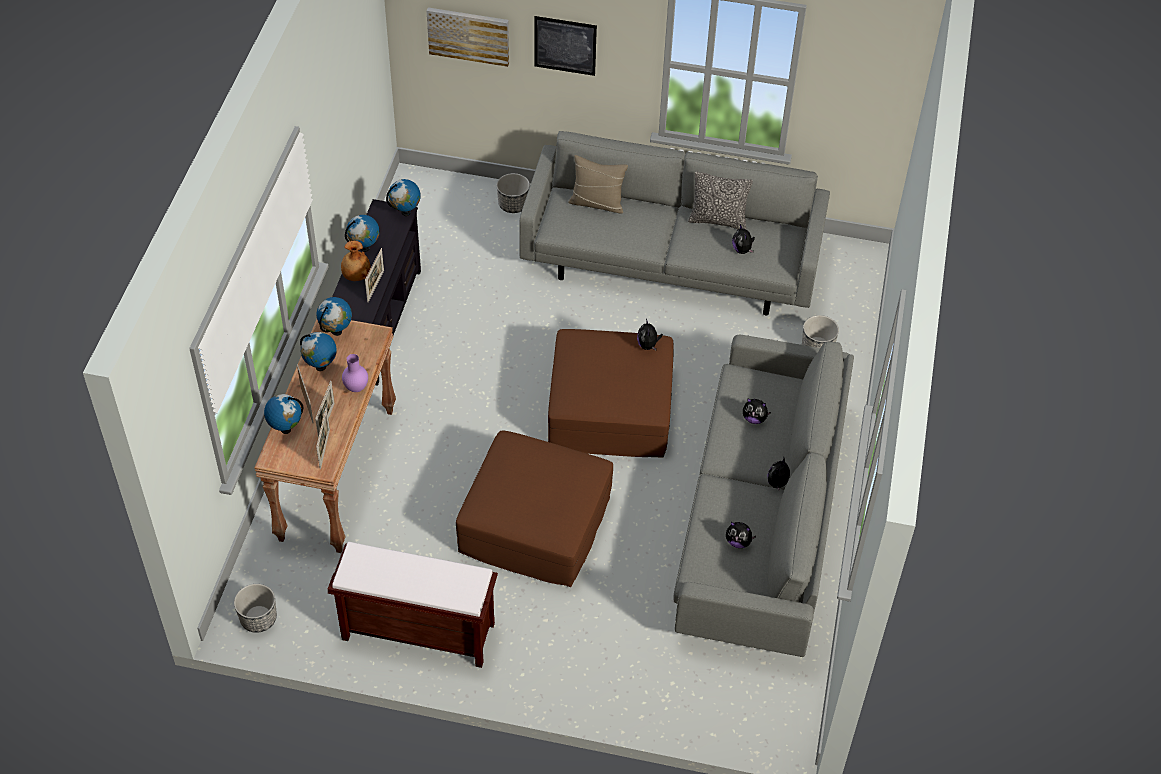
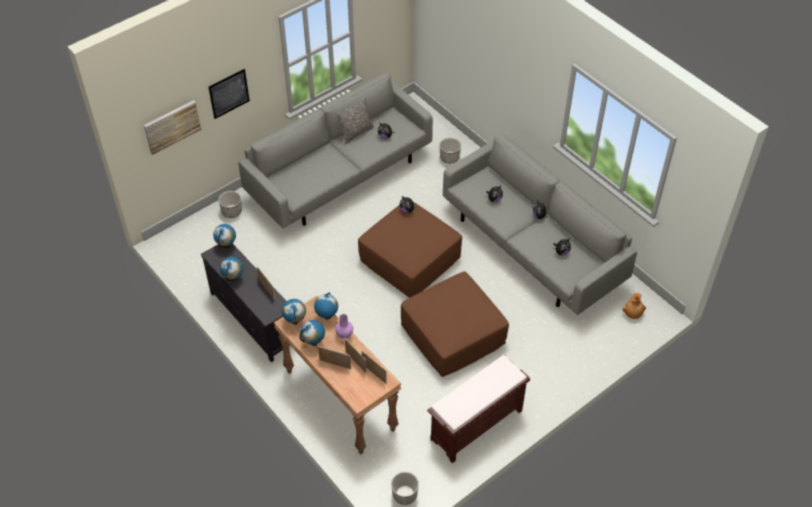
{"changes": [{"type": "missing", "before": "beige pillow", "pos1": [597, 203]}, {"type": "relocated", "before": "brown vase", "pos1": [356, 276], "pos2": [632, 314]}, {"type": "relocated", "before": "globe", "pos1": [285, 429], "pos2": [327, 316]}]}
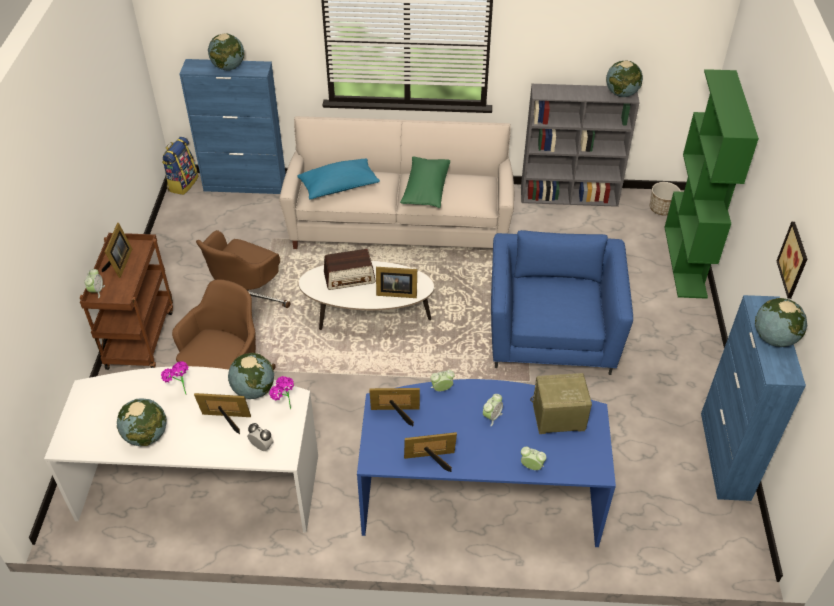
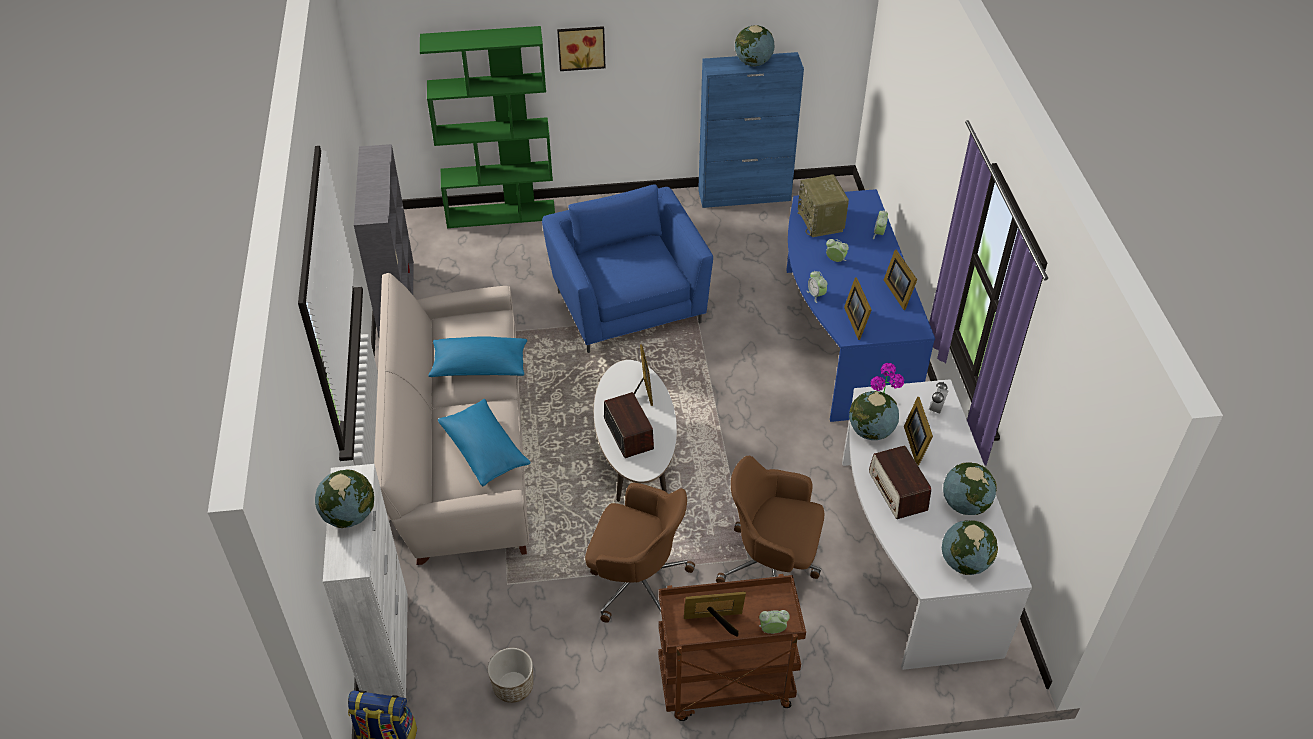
{"changes": [{"type": "colour", "before": "blue cabinet", "after": "white cabinet", "pos1": [245, 185], "pos2": [387, 648]}, {"type": "relocated", "before": "globe", "pos1": [621, 94], "pos2": [964, 562]}, {"type": "colour", "before": "green pillow", "after": "blue pillow", "pos1": [425, 190], "pos2": [479, 367]}, {"type": "relocated", "before": "planter", "pos1": [661, 209], "pos2": [513, 686]}, {"type": "relocated", "before": "picture", "pos1": [795, 260], "pos2": [581, 47]}, {"type": "spun", "before": "blue armchair", "pos1": [551, 334], "pos2": [627, 304], "turn": 75}, {"type": "exchanged", "before": "potted plant", "after": "radio", "pos1": [181, 392], "pos2": [897, 491]}]}
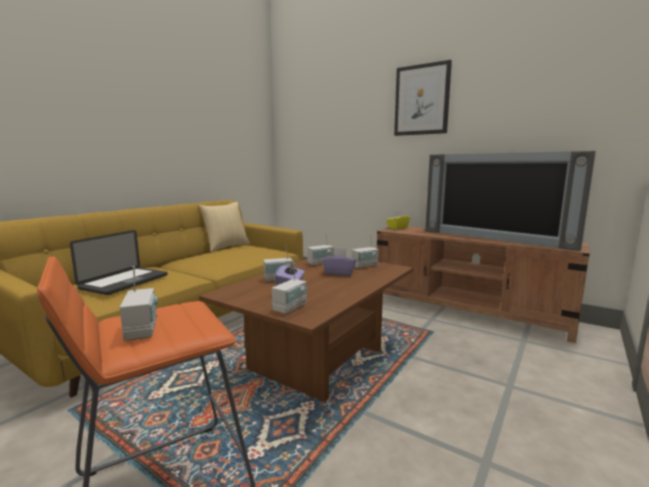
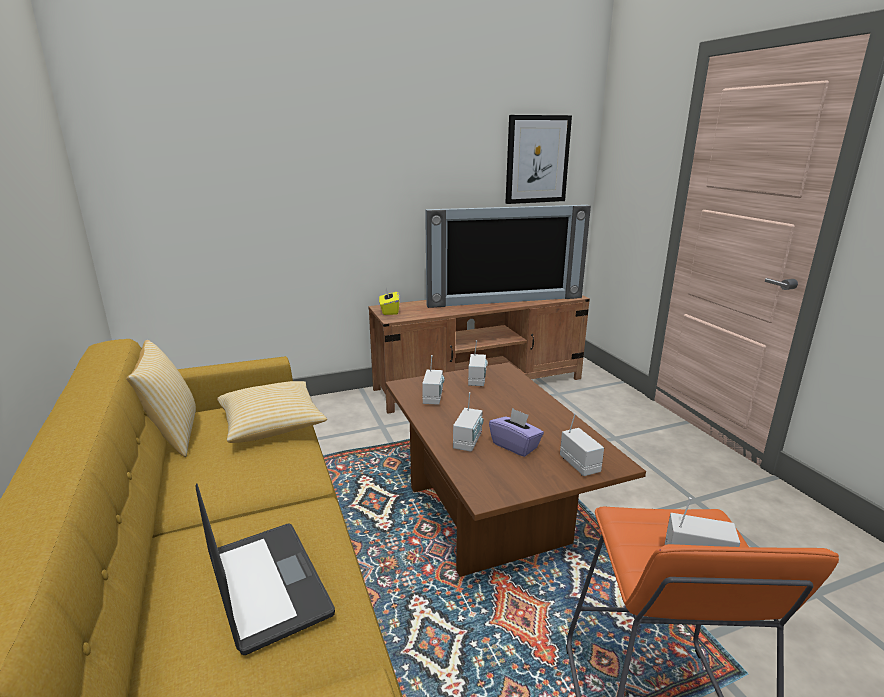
{"changes": [{"type": "relocated", "before": "picture", "pos1": [421, 100], "pos2": [537, 159]}, {"type": "missing", "before": "purple tissue box", "pos1": [339, 273]}, {"type": "appeared", "after": "pillow", "pos2": [272, 425]}]}
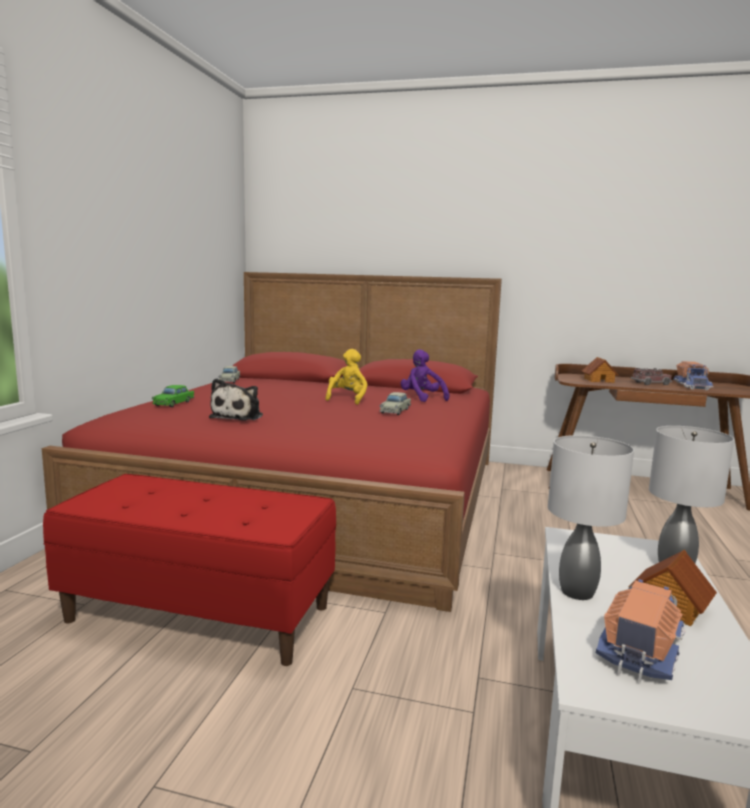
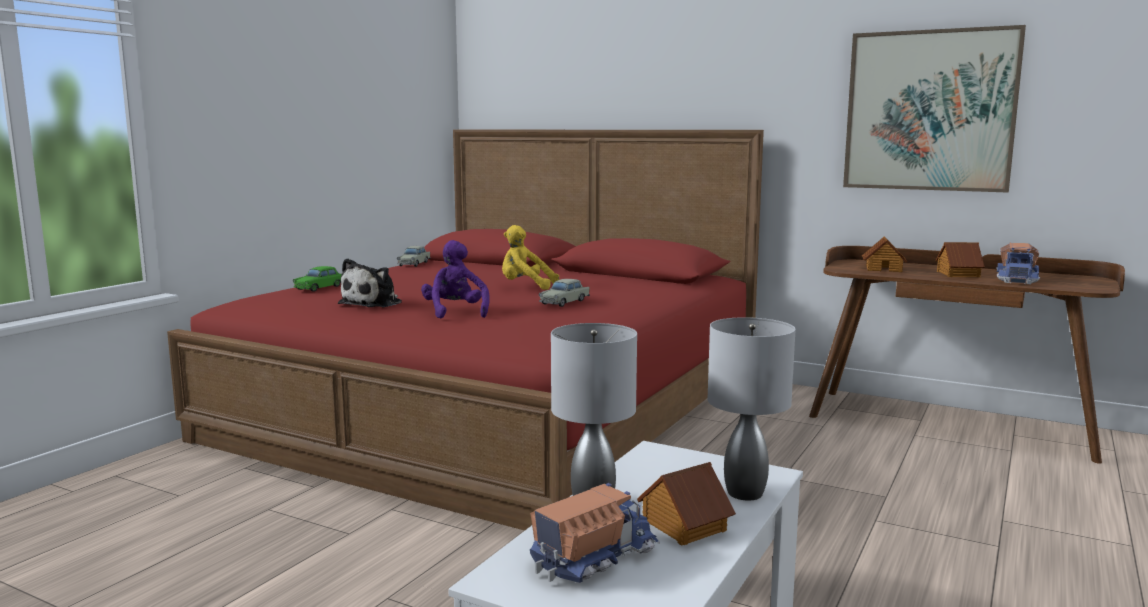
{"changes": [{"type": "spun", "before": "yellow plush toy", "pos1": [347, 399], "pos2": [525, 287], "turn": -105}, {"type": "relocated", "before": "purple plush toy", "pos1": [422, 398], "pos2": [455, 312]}, {"type": "exchanged", "before": "toy truck", "after": "toy house", "pos1": [651, 383], "pos2": [957, 274]}, {"type": "missing", "before": "red bench", "pos1": [200, 613]}, {"type": "appeared", "after": "picture", "pos2": [929, 111]}]}
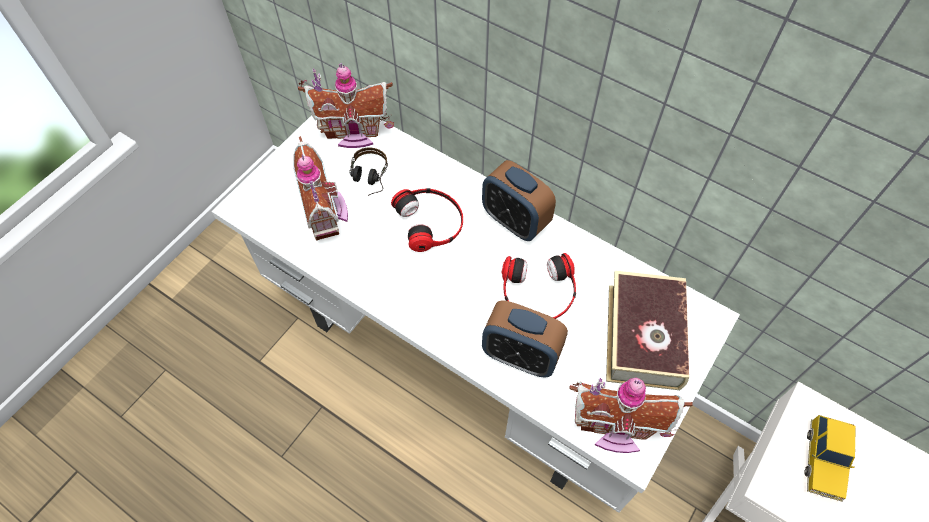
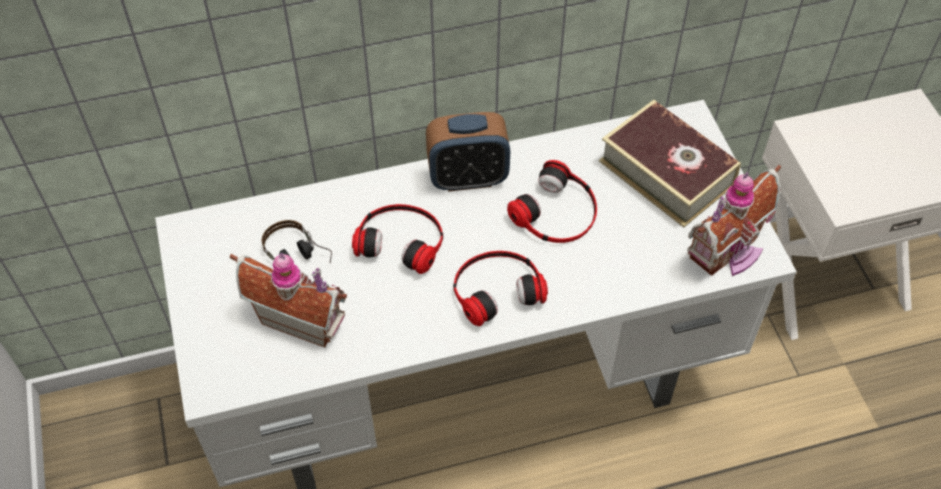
{"changes": [{"type": "missing", "before": "toy house", "pos1": [354, 133]}, {"type": "missing", "before": "alarm clock", "pos1": [520, 355]}, {"type": "missing", "before": "toy car", "pos1": [824, 460]}, {"type": "appeared", "after": "headphones", "pos2": [496, 288]}]}
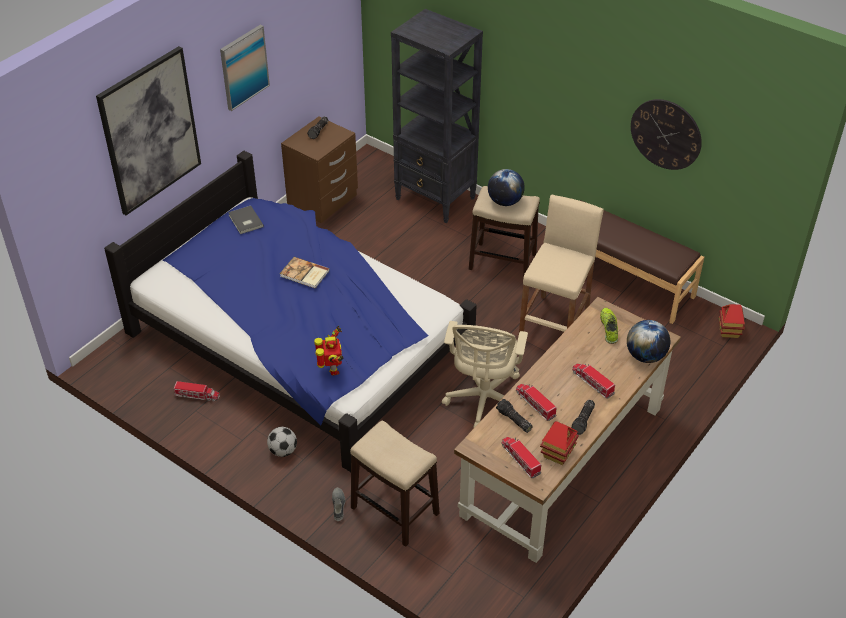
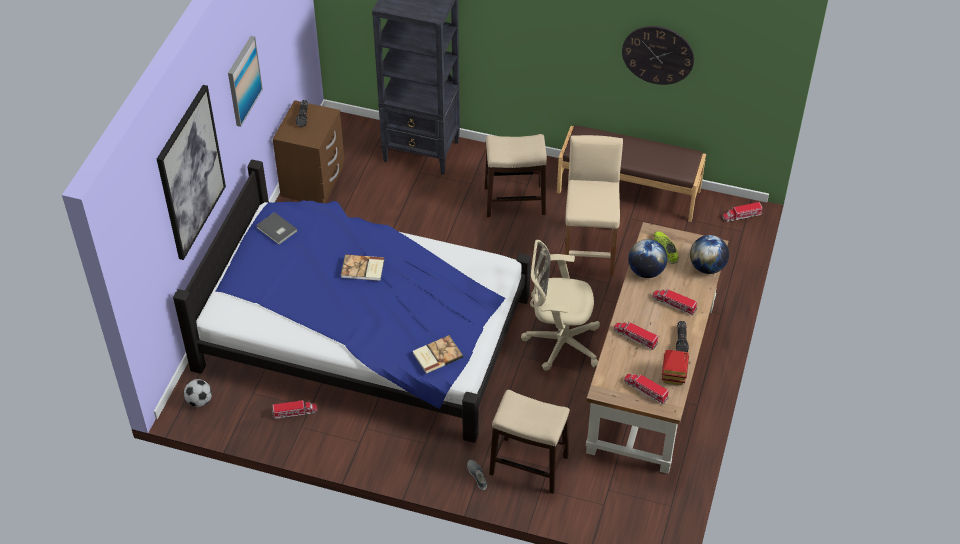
{"changes": [{"type": "relocated", "before": "globe", "pos1": [505, 202], "pos2": [646, 271]}, {"type": "exchanged", "before": "toy house", "after": "toy truck", "pos1": [729, 331], "pos2": [742, 215]}, {"type": "spun", "before": "beige office chair", "pos1": [483, 401], "pos2": [559, 342], "turn": 105}, {"type": "exchanged", "before": "toy robot", "after": "book", "pos1": [332, 370], "pos2": [436, 355]}, {"type": "missing", "before": "flashlight", "pos1": [513, 420]}, {"type": "relocated", "before": "football", "pos1": [283, 451], "pos2": [199, 401]}]}
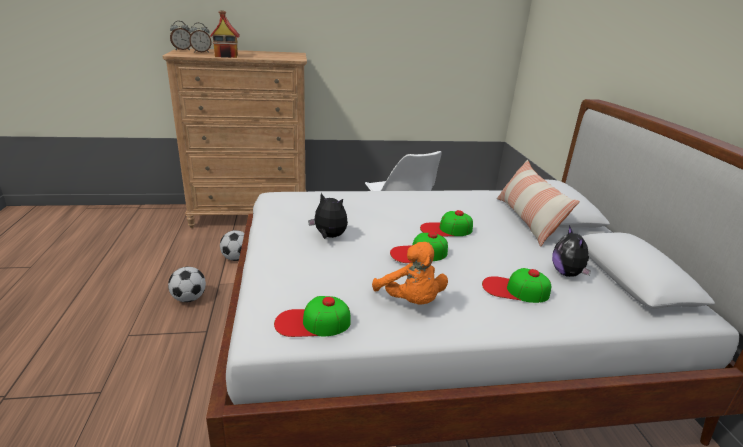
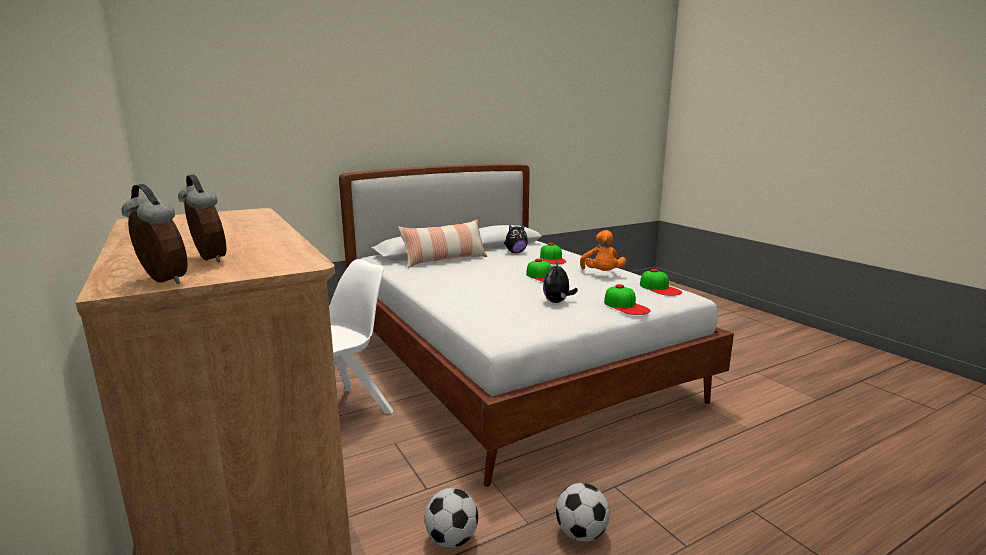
{"changes": [{"type": "missing", "before": "toy house", "pos1": [227, 55]}, {"type": "relocated", "before": "cap", "pos1": [446, 229], "pos2": [626, 306]}, {"type": "spun", "before": "orange plush toy", "pos1": [410, 301], "pos2": [602, 274], "turn": 135}]}
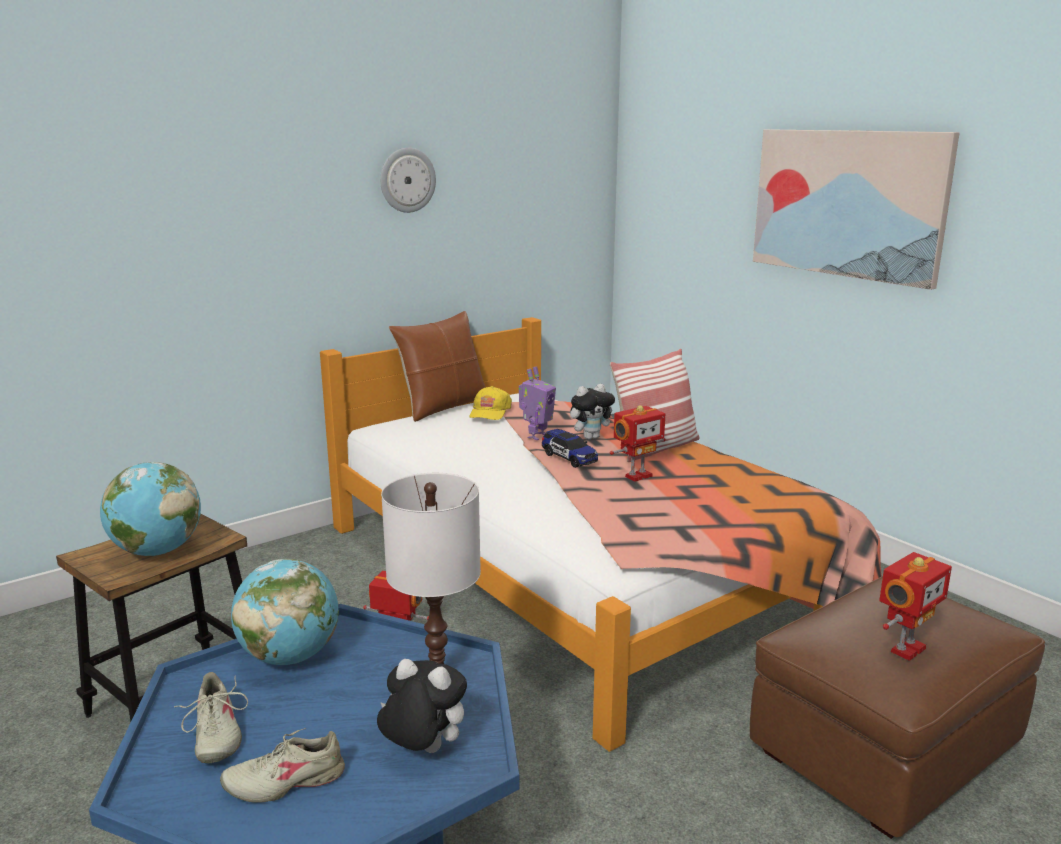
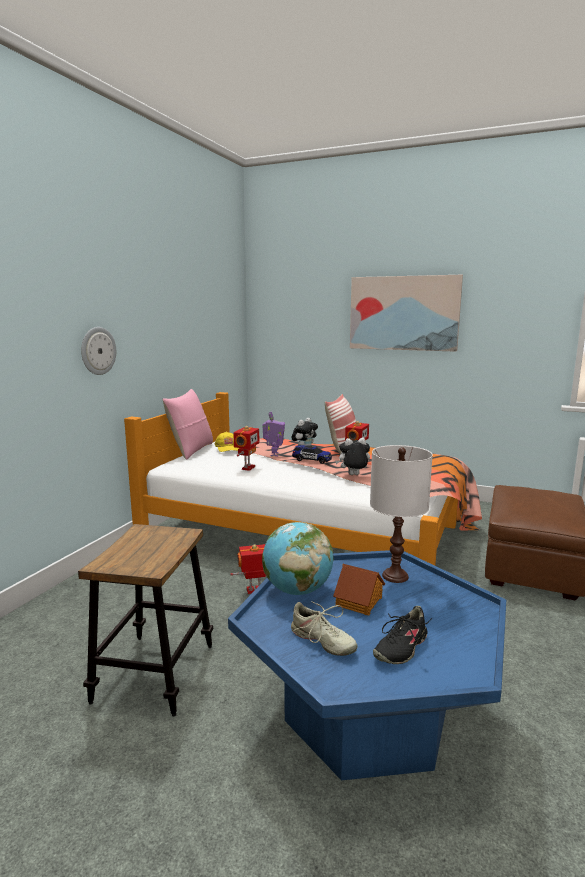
{"changes": [{"type": "relocated", "before": "wall clock", "pos1": [407, 180], "pos2": [98, 351]}, {"type": "colour", "before": "brown pillow", "after": "pink pillow", "pos1": [443, 407], "pos2": [191, 450]}, {"type": "missing", "before": "globe", "pos1": [157, 551]}, {"type": "relocated", "before": "toy robot", "pos1": [905, 649], "pos2": [247, 468]}, {"type": "relocated", "before": "plush toy", "pos1": [422, 750], "pos2": [353, 475]}, {"type": "colour", "before": "beige shoe", "after": "black shoe", "pos1": [286, 781], "pos2": [401, 647]}, {"type": "appeared", "after": "toy house", "pos2": [359, 601]}]}
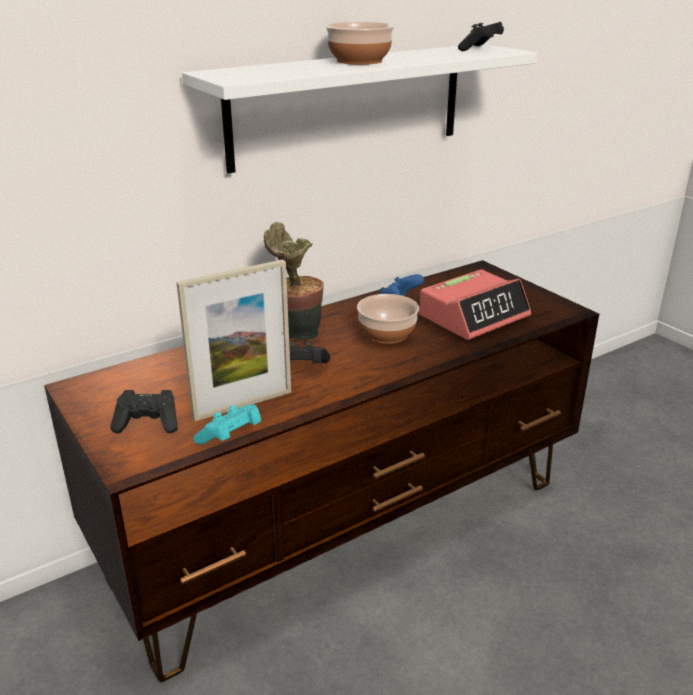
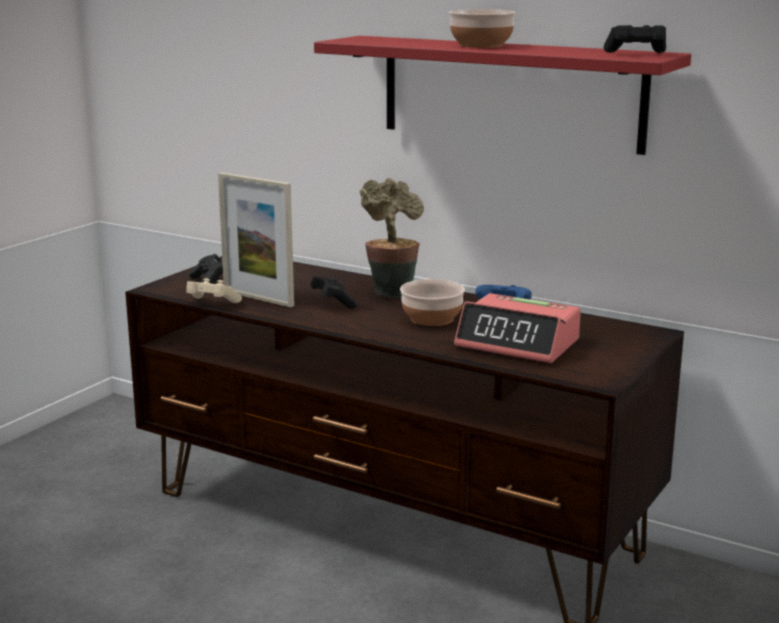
{"changes": [{"type": "colour", "before": "white shelf", "after": "red shelf", "pos1": [348, 105], "pos2": [510, 92]}, {"type": "colour", "before": "turquoise game controller", "after": "beige game controller", "pos1": [230, 437], "pos2": [211, 303]}]}
